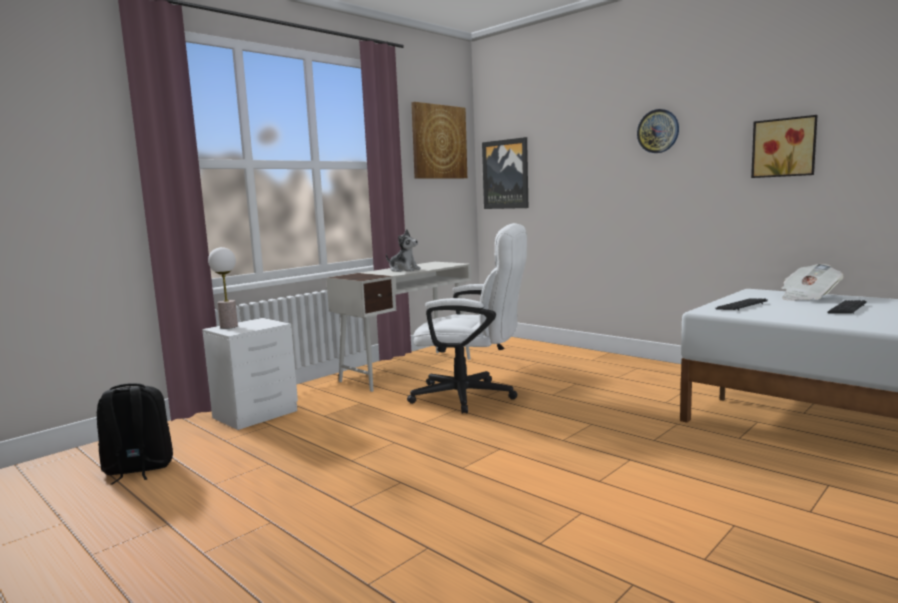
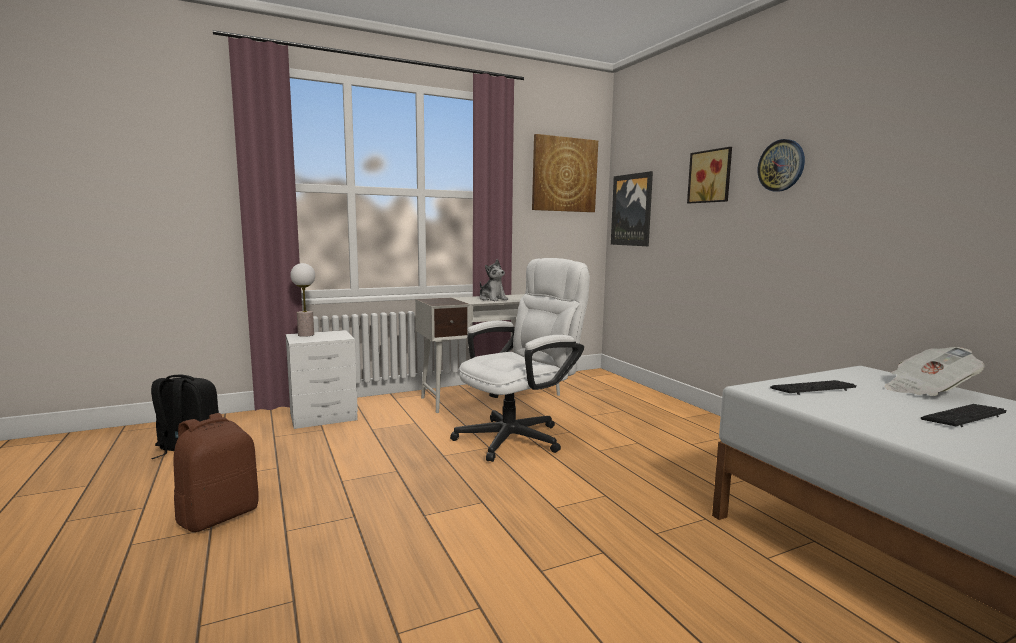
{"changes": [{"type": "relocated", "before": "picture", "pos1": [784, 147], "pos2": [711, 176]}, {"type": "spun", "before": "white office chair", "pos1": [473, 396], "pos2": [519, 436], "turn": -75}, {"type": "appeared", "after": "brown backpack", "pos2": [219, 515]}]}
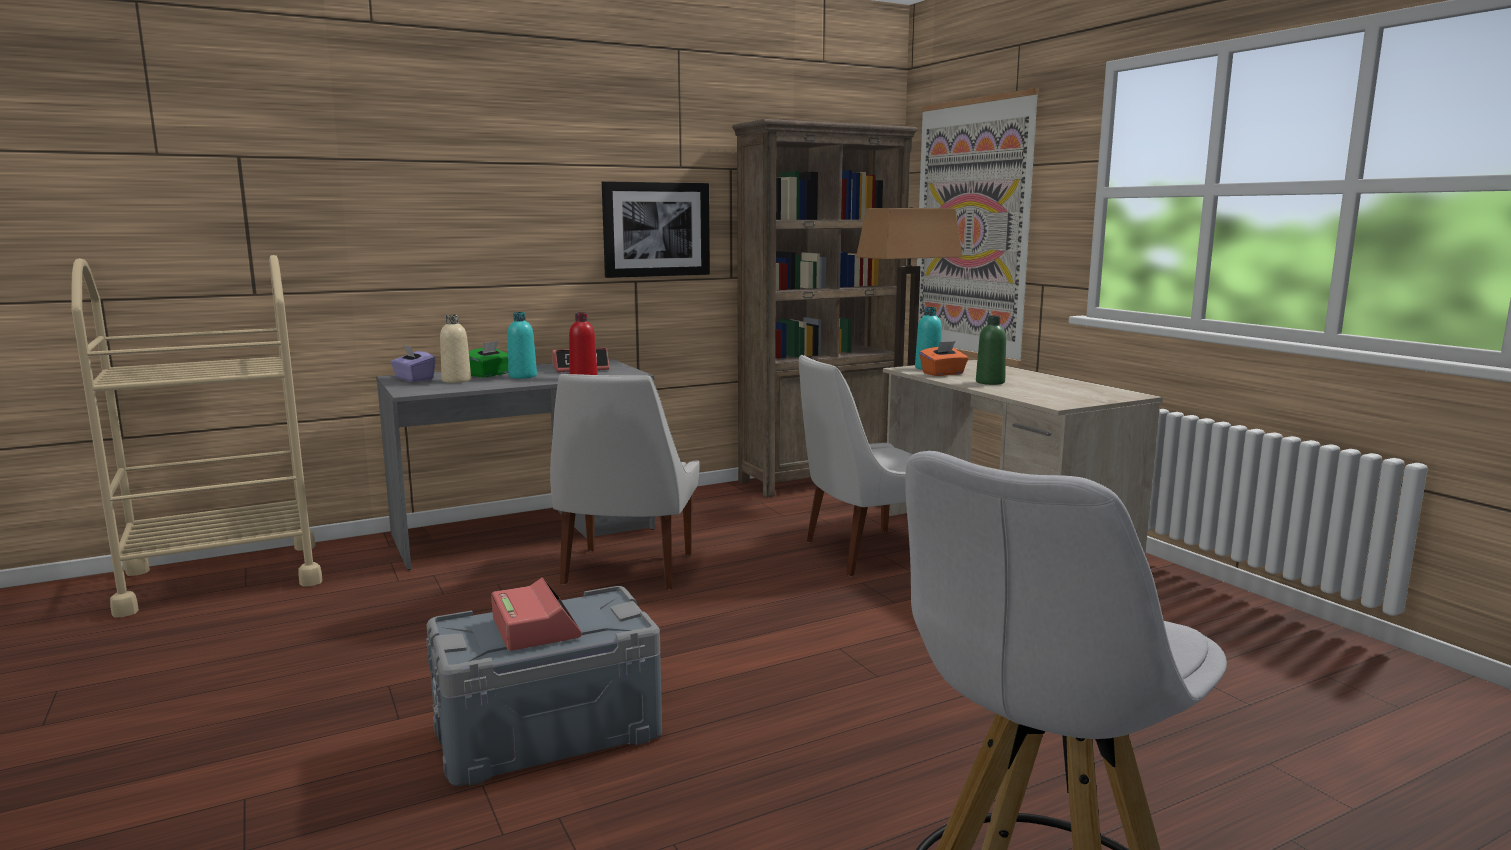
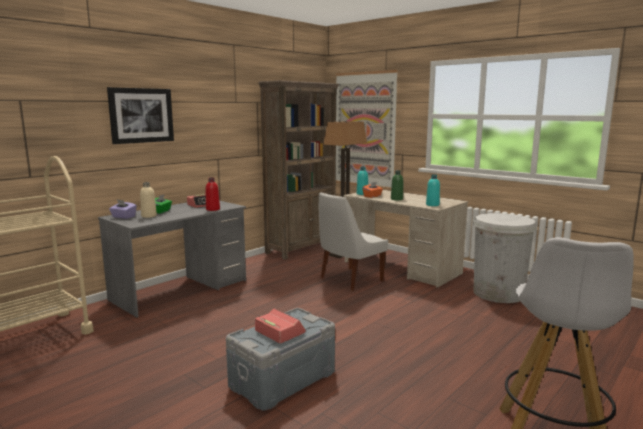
{"changes": [{"type": "relocated", "before": "picture", "pos1": [656, 229], "pos2": [141, 115]}, {"type": "relocated", "before": "turquoise bottle", "pos1": [522, 376], "pos2": [432, 205]}, {"type": "missing", "before": "white chair", "pos1": [626, 571]}, {"type": "appeared", "after": "white trash can", "pos2": [498, 293]}]}
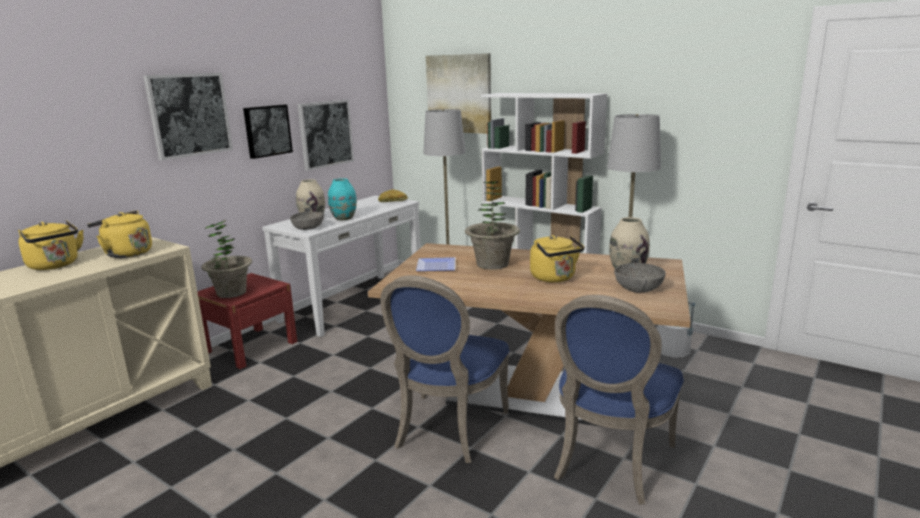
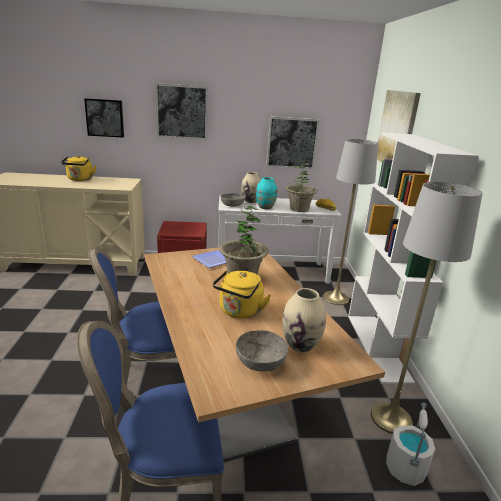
{"changes": [{"type": "relocated", "before": "picture", "pos1": [267, 130], "pos2": [105, 118]}, {"type": "missing", "before": "yellow kettle", "pos1": [126, 253]}, {"type": "relocated", "before": "potted plant", "pos1": [231, 293], "pos2": [299, 209]}]}
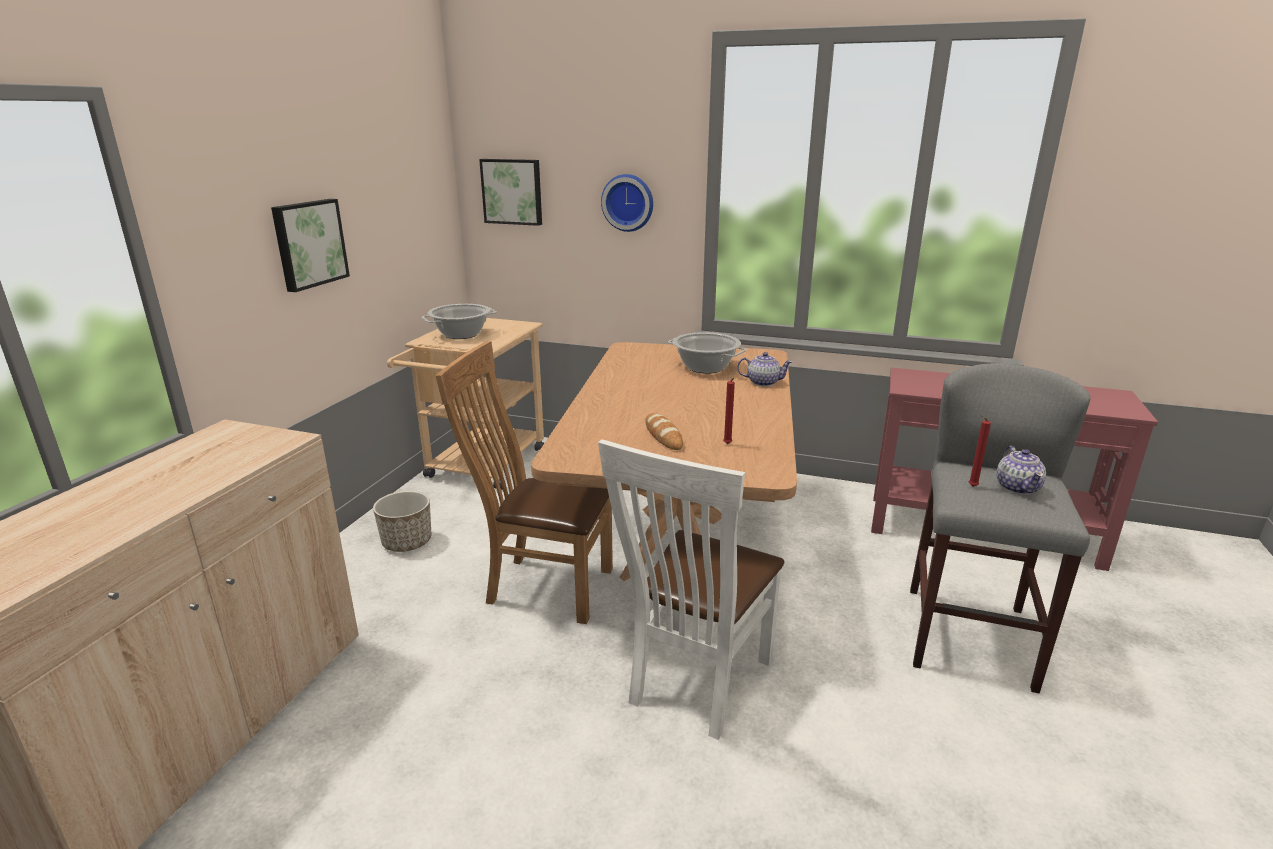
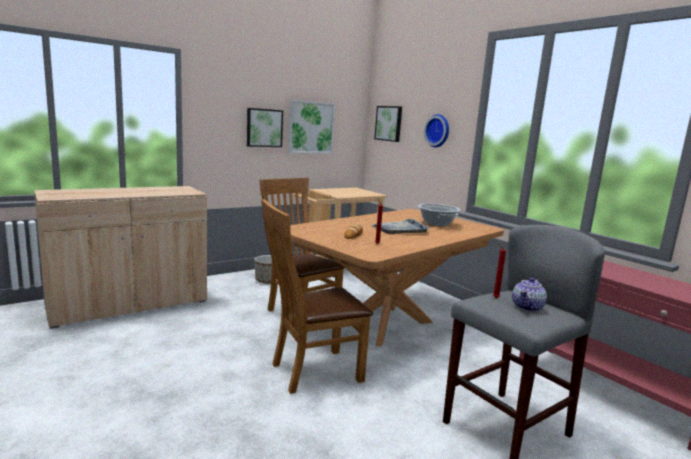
{"changes": [{"type": "missing", "before": "cooking pot", "pos1": [461, 334]}, {"type": "missing", "before": "teapot", "pos1": [762, 382]}, {"type": "colour", "before": "white chair", "after": "brown chair", "pos1": [694, 684], "pos2": [311, 372]}, {"type": "appeared", "after": "picture", "pos2": [311, 127]}, {"type": "appeared", "after": "grey tray", "pos2": [400, 229]}]}
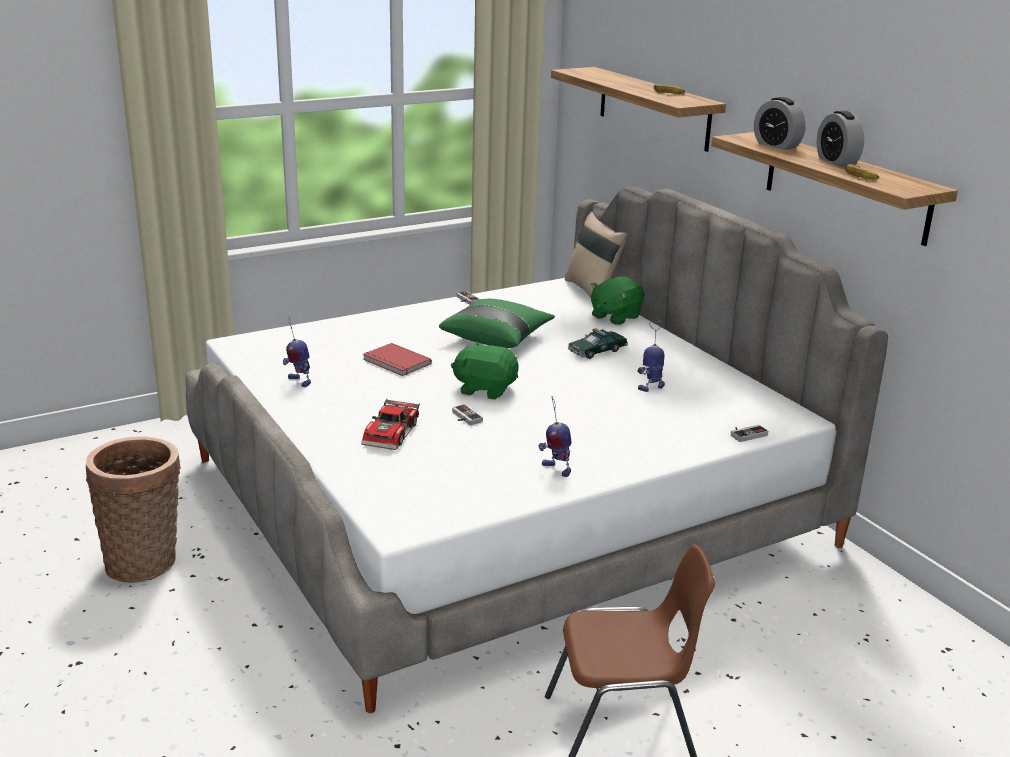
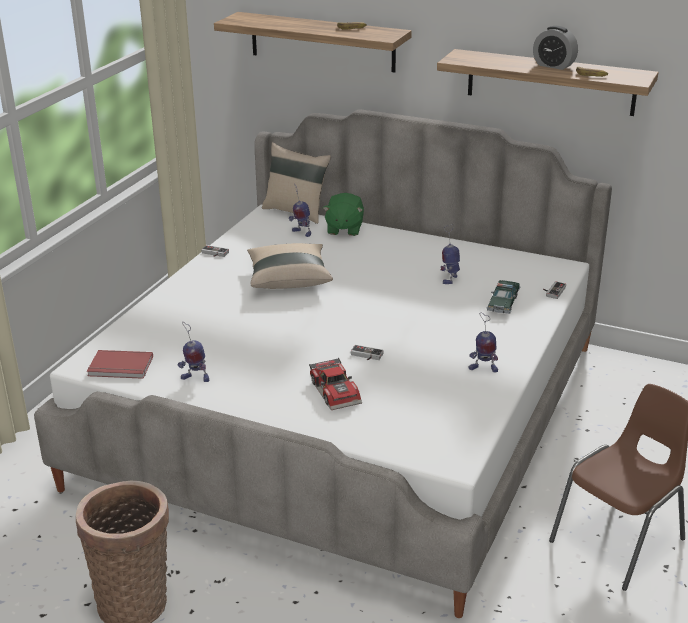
{"changes": [{"type": "missing", "before": "alarm clock", "pos1": [776, 145]}, {"type": "colour", "before": "green pillow", "after": "beige pillow", "pos1": [497, 338], "pos2": [288, 279]}, {"type": "relocated", "before": "toy car", "pos1": [597, 351], "pos2": [503, 302]}, {"type": "missing", "before": "green plush toy", "pos1": [485, 389]}, {"type": "relocated", "before": "red book", "pos1": [395, 362], "pos2": [120, 367]}, {"type": "appeared", "after": "toy robot", "pos2": [301, 232]}]}
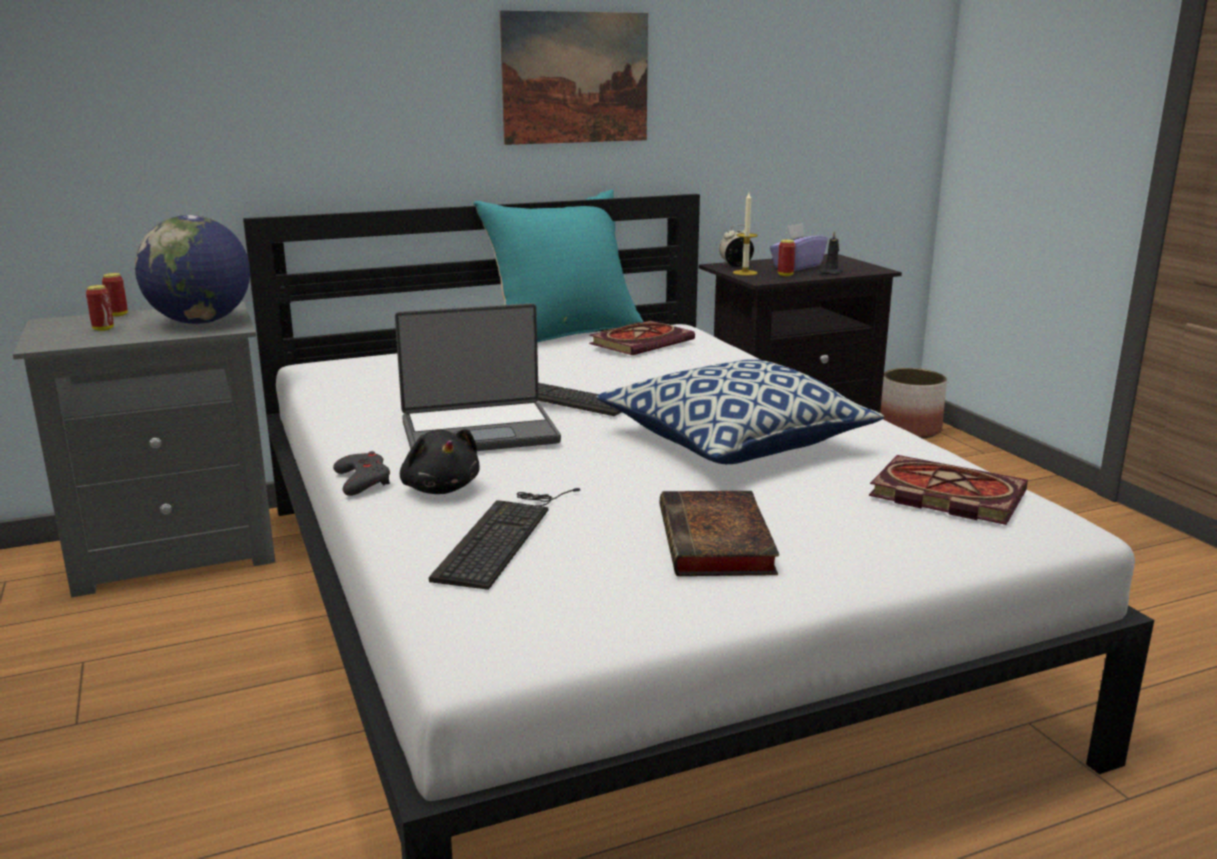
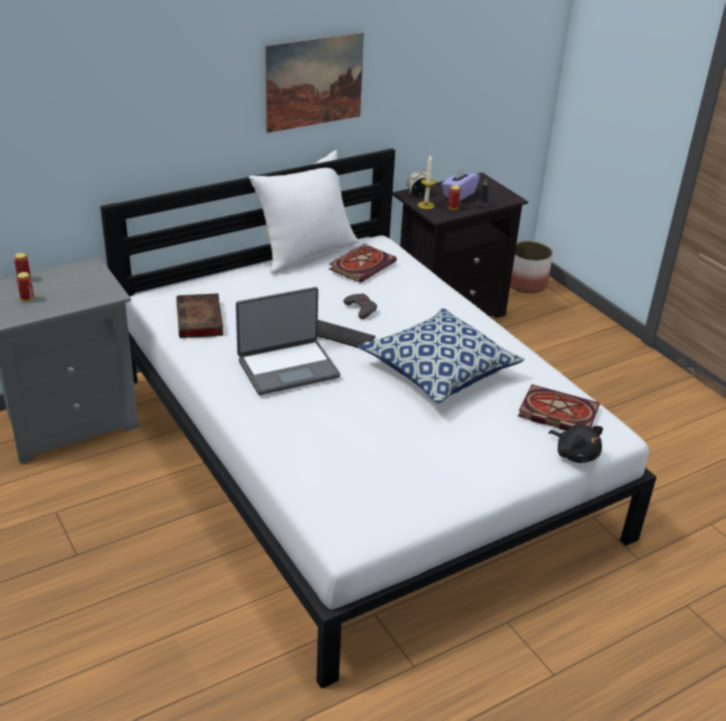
{"changes": [{"type": "colour", "before": "turquoise pillow", "after": "white pillow", "pos1": [564, 333], "pos2": [306, 252]}, {"type": "missing", "before": "globe", "pos1": [201, 322]}, {"type": "relocated", "before": "black plush toy", "pos1": [440, 488], "pos2": [575, 454]}, {"type": "relocated", "before": "grey game controller", "pos1": [362, 480], "pos2": [361, 309]}, {"type": "missing", "before": "keyboard", "pos1": [504, 534]}, {"type": "relocated", "before": "book", "pos1": [717, 544], "pos2": [200, 320]}]}
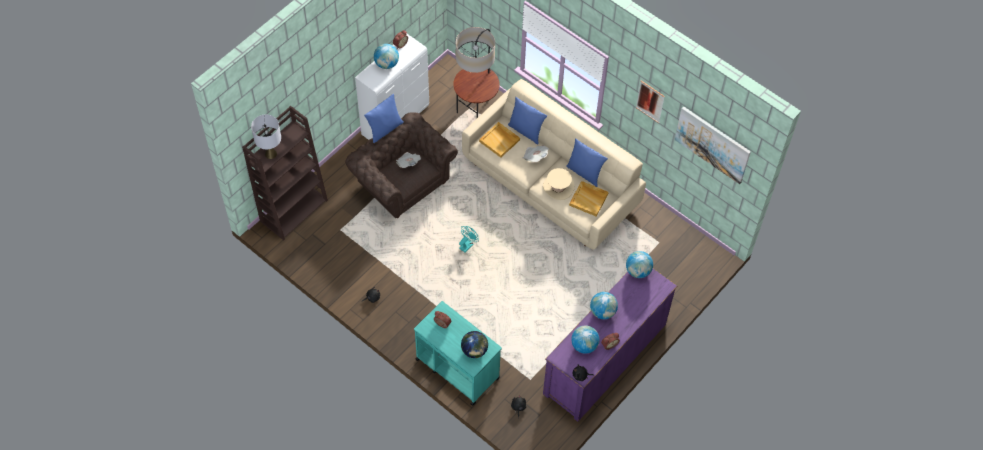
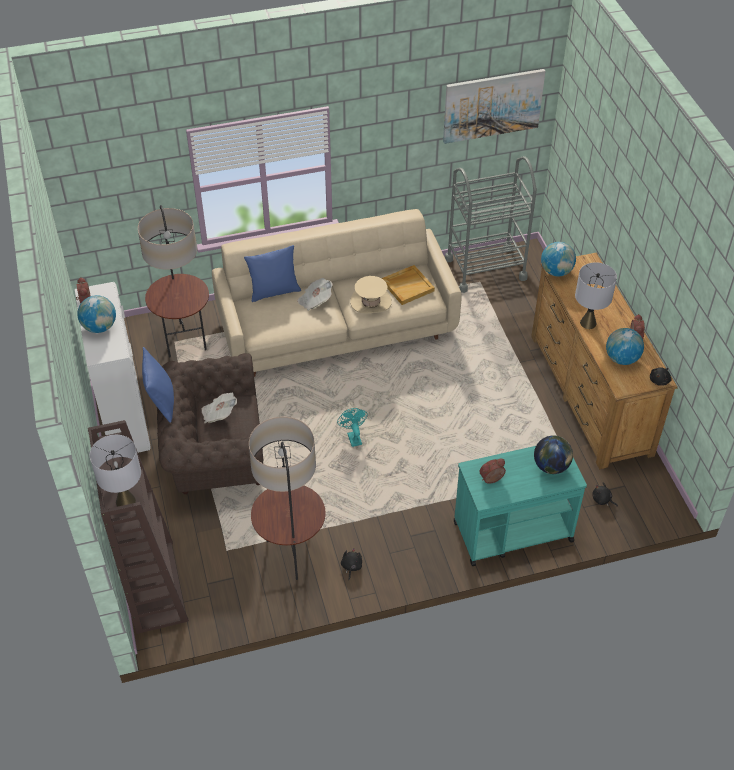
{"changes": [{"type": "missing", "before": "picture", "pos1": [650, 101]}, {"type": "missing", "before": "beige tray", "pos1": [500, 140]}, {"type": "missing", "before": "blue pillow", "pos1": [584, 173]}, {"type": "colour", "before": "purple dresser", "after": "brown dresser", "pos1": [605, 359], "pos2": [590, 394]}, {"type": "exchanged", "before": "globe", "after": "grey table lamp", "pos1": [602, 312], "pos2": [588, 323]}, {"type": "appeared", "after": "grey cart", "pos2": [485, 268]}, {"type": "appeared", "after": "floor lamp", "pos2": [291, 555]}]}
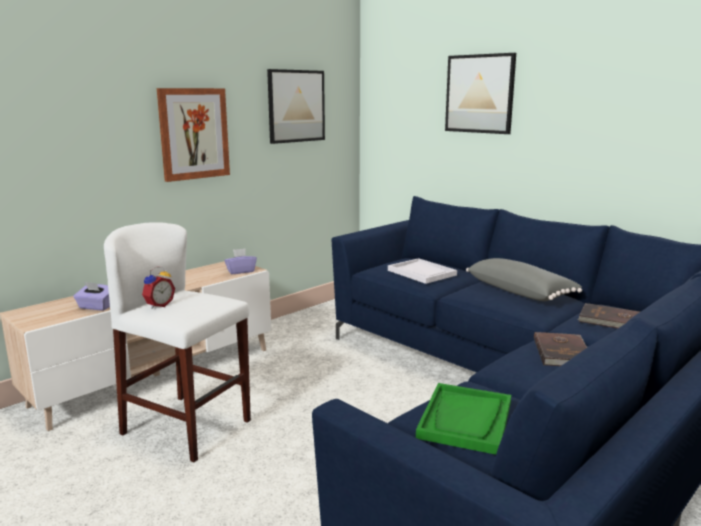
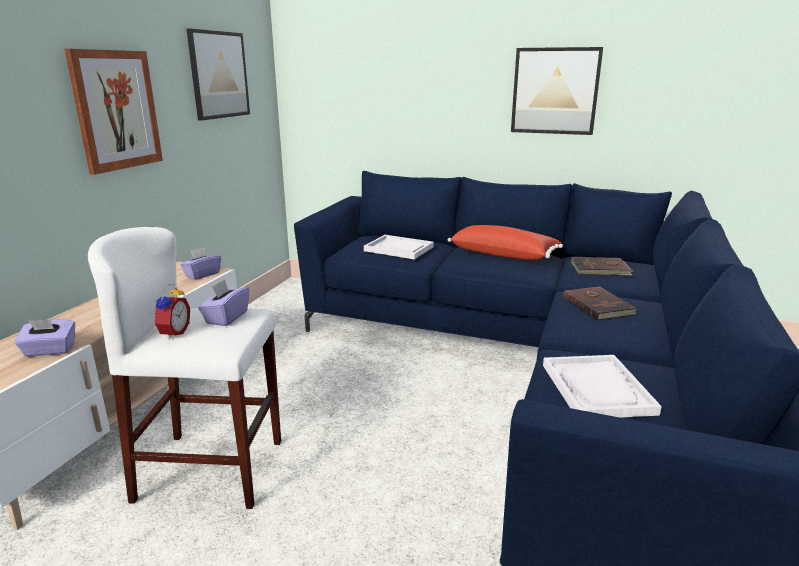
{"changes": [{"type": "relocated", "before": "picture", "pos1": [479, 94], "pos2": [555, 91]}, {"type": "colour", "before": "grey pillow", "after": "red pillow", "pos1": [520, 292], "pos2": [503, 255]}, {"type": "colour", "before": "green tray", "after": "white tray", "pos1": [465, 420], "pos2": [597, 389]}, {"type": "appeared", "after": "purple tissue box", "pos2": [226, 317]}]}
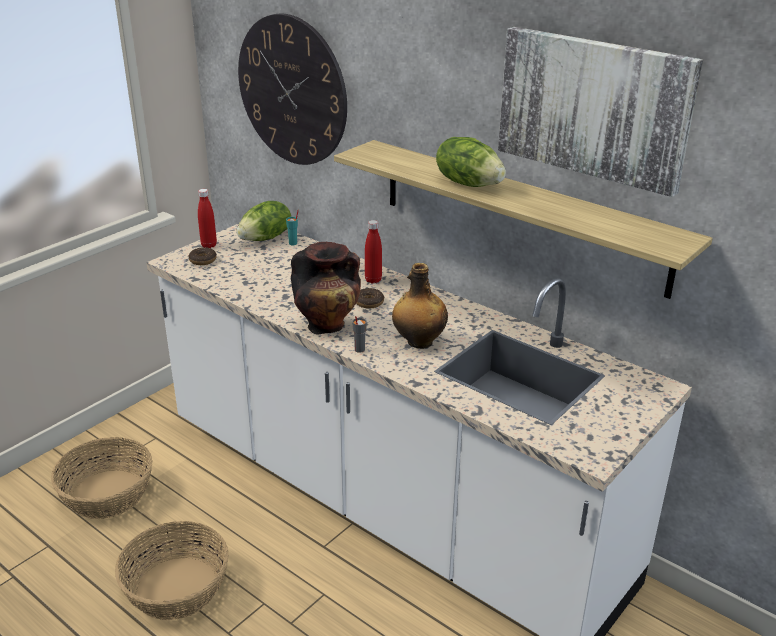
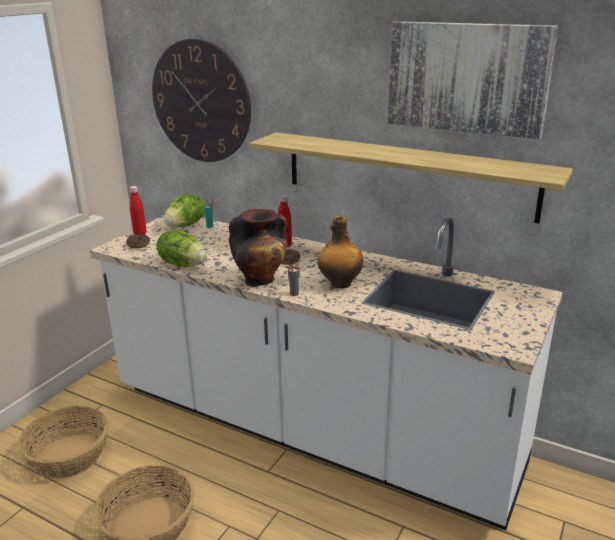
{"changes": [{"type": "relocated", "before": "lettuce", "pos1": [469, 183], "pos2": [183, 264]}]}
